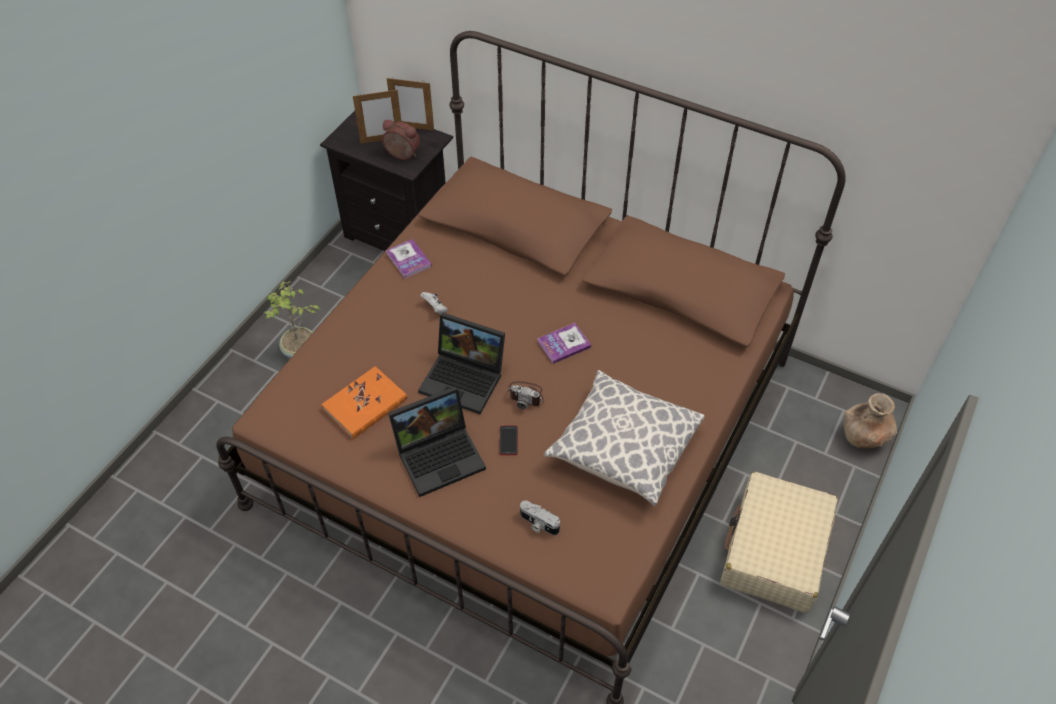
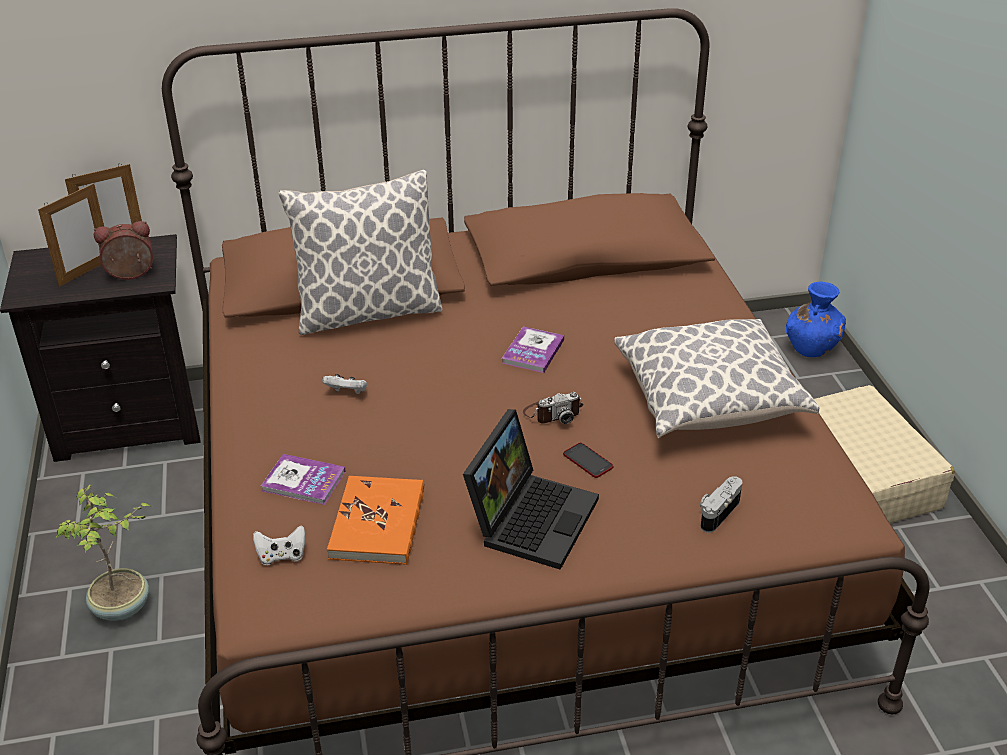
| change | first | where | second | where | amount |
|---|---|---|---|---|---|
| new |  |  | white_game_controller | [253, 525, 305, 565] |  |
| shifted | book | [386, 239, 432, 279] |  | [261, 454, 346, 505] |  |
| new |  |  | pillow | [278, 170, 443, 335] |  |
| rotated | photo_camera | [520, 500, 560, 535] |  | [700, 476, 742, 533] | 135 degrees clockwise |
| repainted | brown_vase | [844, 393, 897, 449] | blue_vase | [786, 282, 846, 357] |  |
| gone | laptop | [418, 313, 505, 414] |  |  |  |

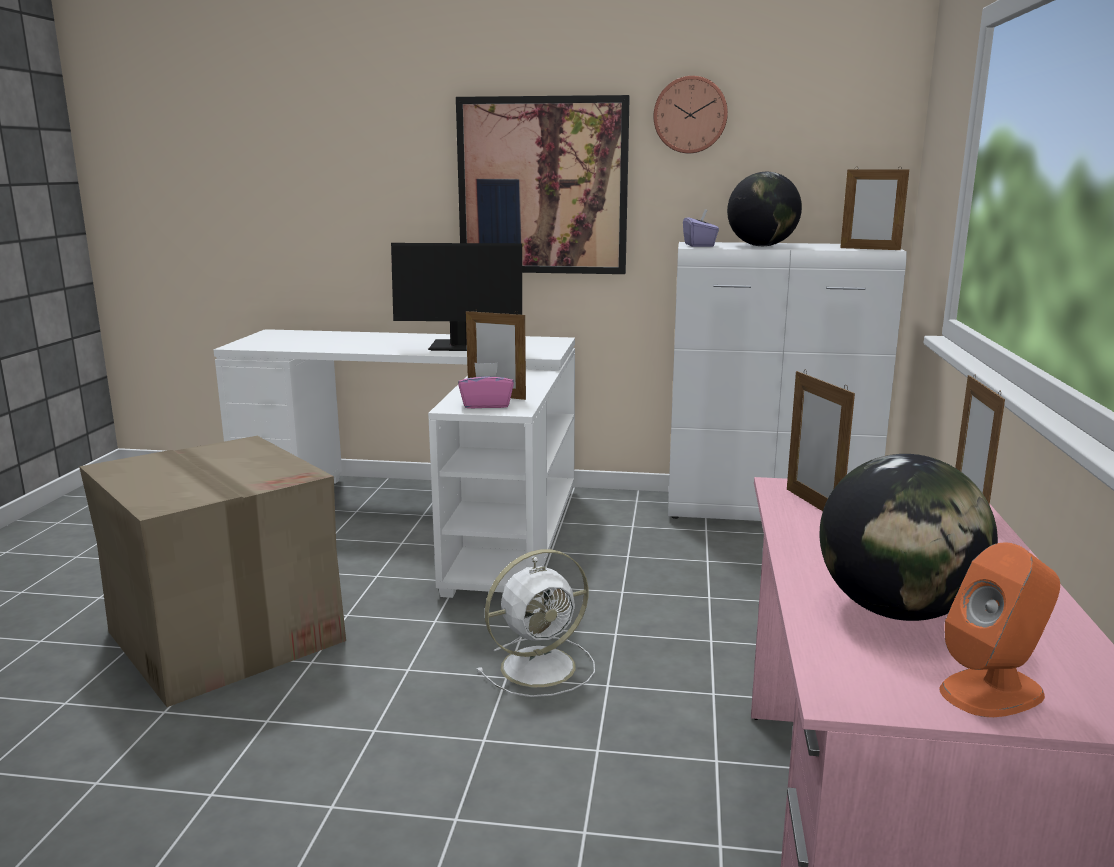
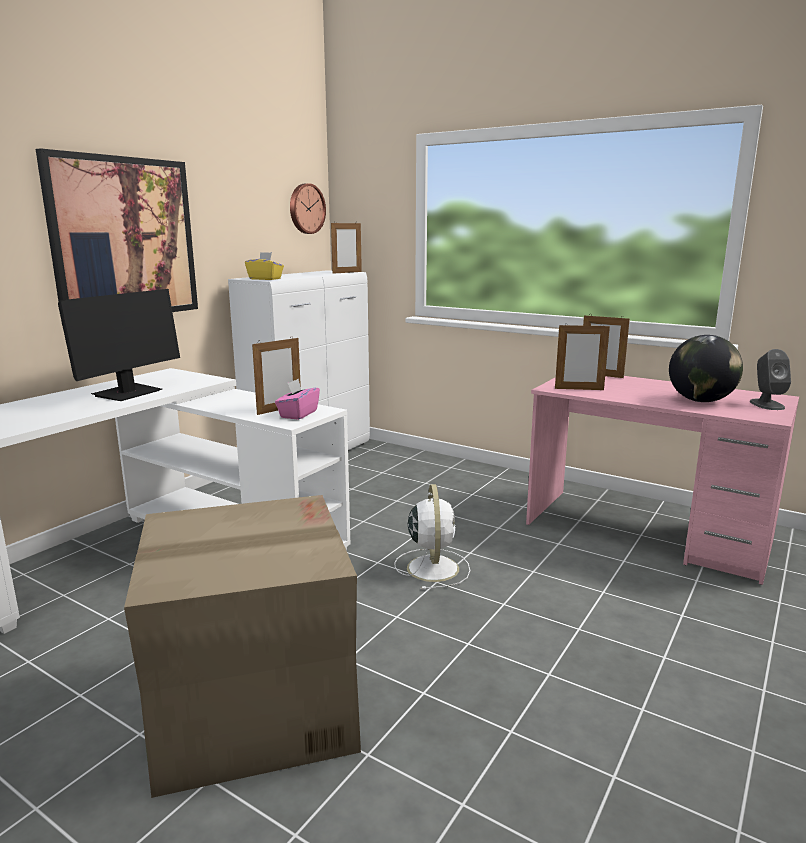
| change | first | where | second | where | amount |
|---|---|---|---|---|---|
| repainted | purple_tissue_box | [683, 210, 719, 247] | yellow_tissue_box | [245, 252, 284, 280] |  |
| shifted | wall_clock | [653, 76, 728, 153] |  | [290, 183, 326, 234] |  |
| repainted | orange_speaker | [939, 542, 1060, 717] | grey_speaker | [750, 349, 791, 410] |  |
| gone | globe | [727, 172, 802, 246] |  |  |  |

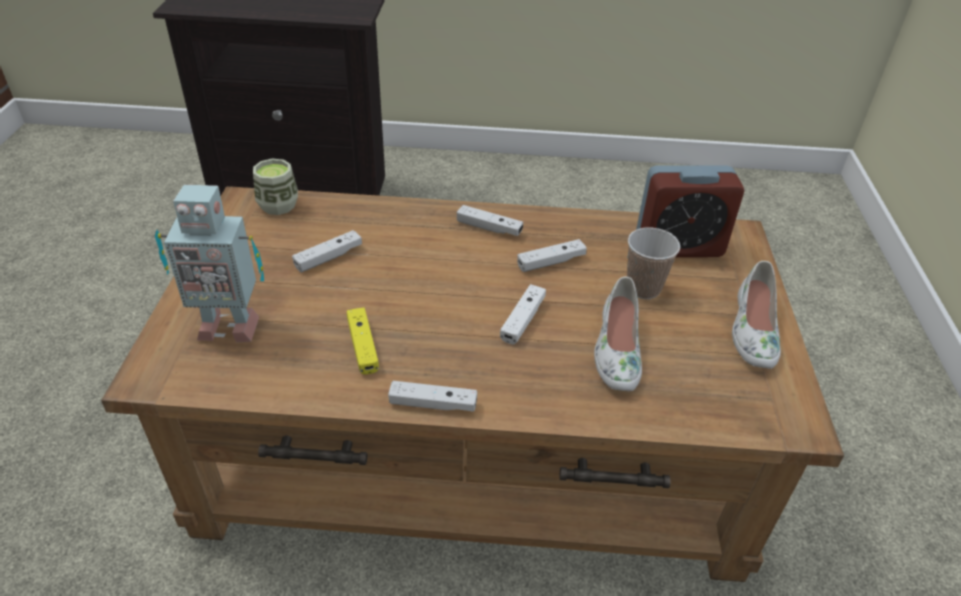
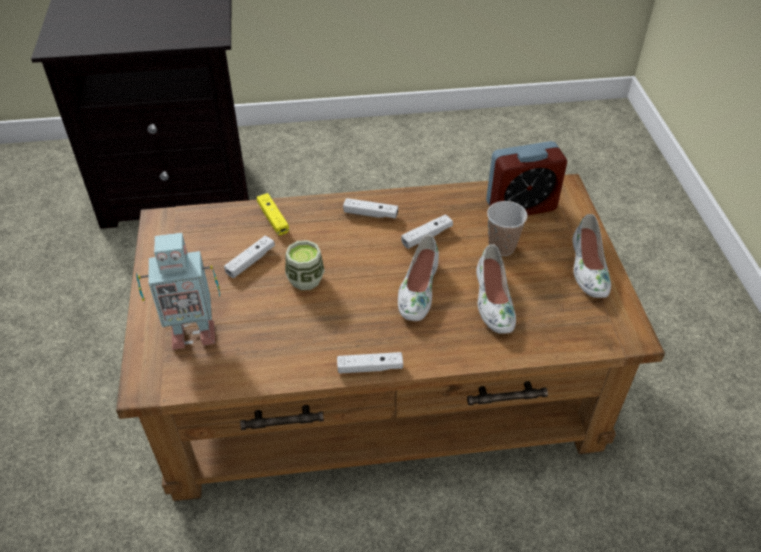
| change | first | where | second | where | amount |
|---|---|---|---|---|---|
| shifted | yellow_game_controller | [347, 308, 379, 374] |  | [257, 193, 289, 235] |  |
| shifted | cup | [253, 159, 298, 215] |  | [285, 240, 325, 290] |  |
| swapped | white_game_controller | [500, 284, 546, 344] | white_shoe | [398, 235, 439, 321] |  |

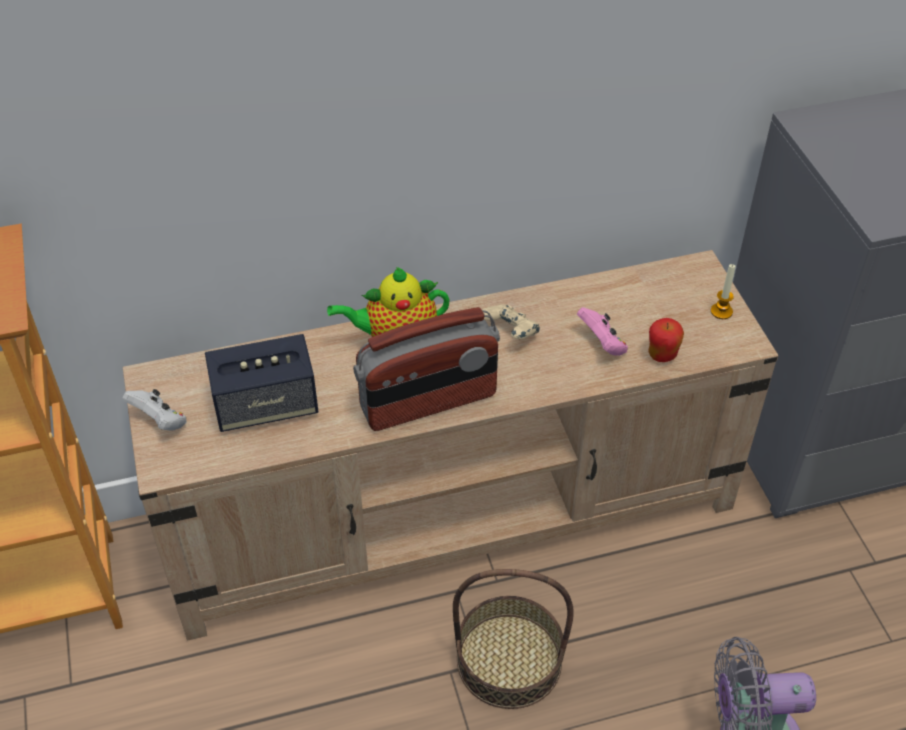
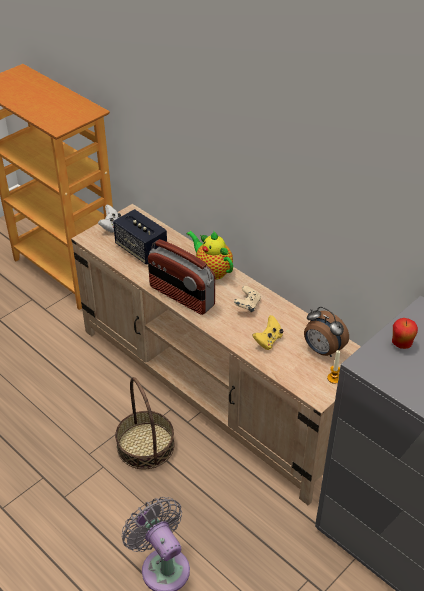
| change | first | where | second | where | amount |
|---|---|---|---|---|---|
| repainted | pink_game_controller | [577, 307, 628, 356] | yellow_game_controller | [253, 315, 283, 350] |  |
| new |  |  | alarm_clock | [304, 307, 349, 357] |  |
| shifted | apple | [648, 318, 684, 362] |  | [392, 318, 418, 349] |  |

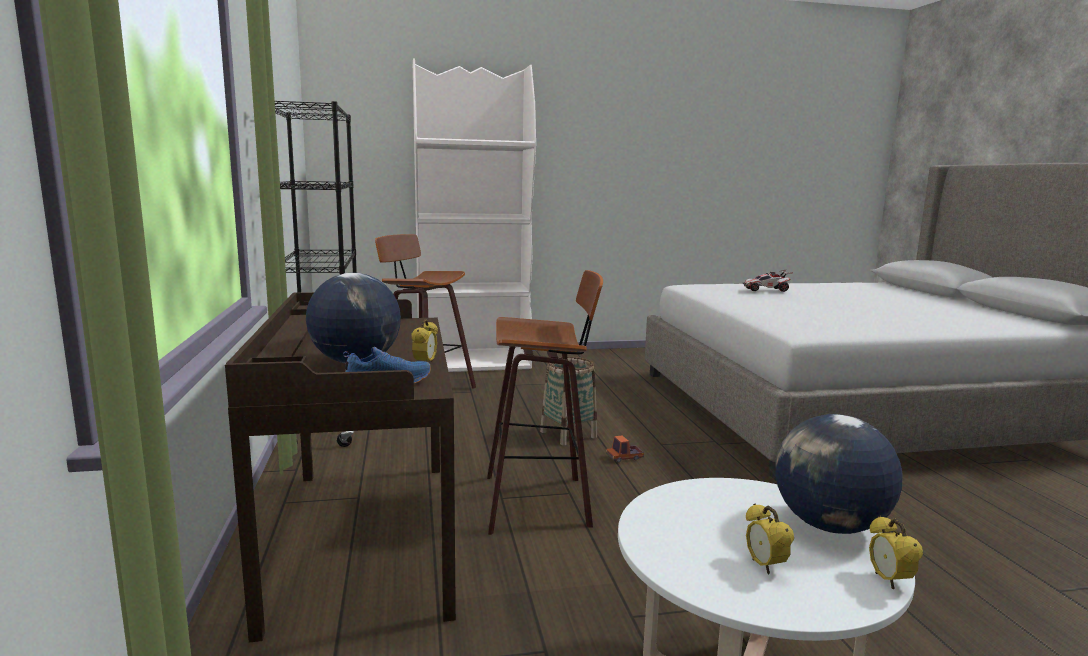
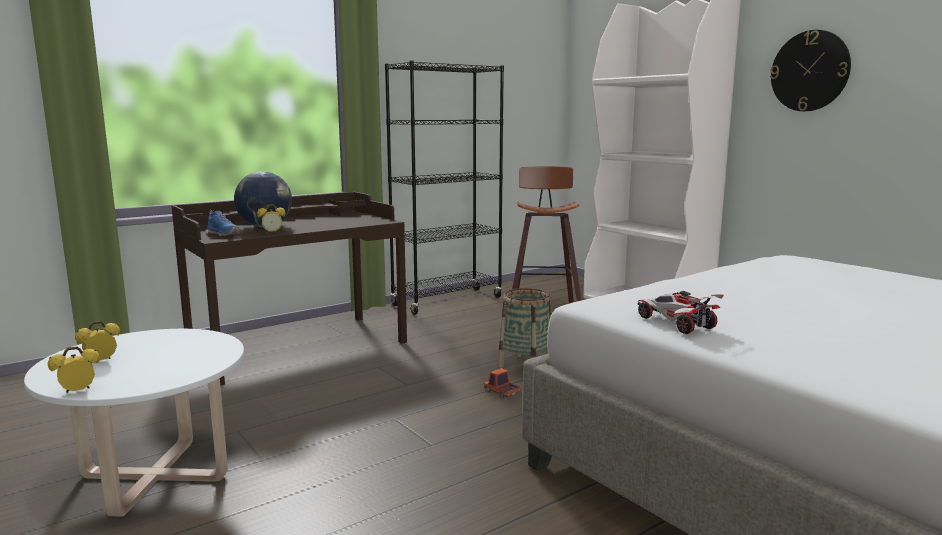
| change | first | where | second | where | amount |
|---|---|---|---|---|---|
| shifted | toy_car | [743, 269, 793, 292] |  | [638, 291, 724, 334] |  |
| new |  |  | wall_clock | [770, 30, 851, 111] |  |
| gone | stool | [487, 270, 603, 535] |  |  |  |
| gone | globe | [775, 414, 903, 534] |  |  |  |

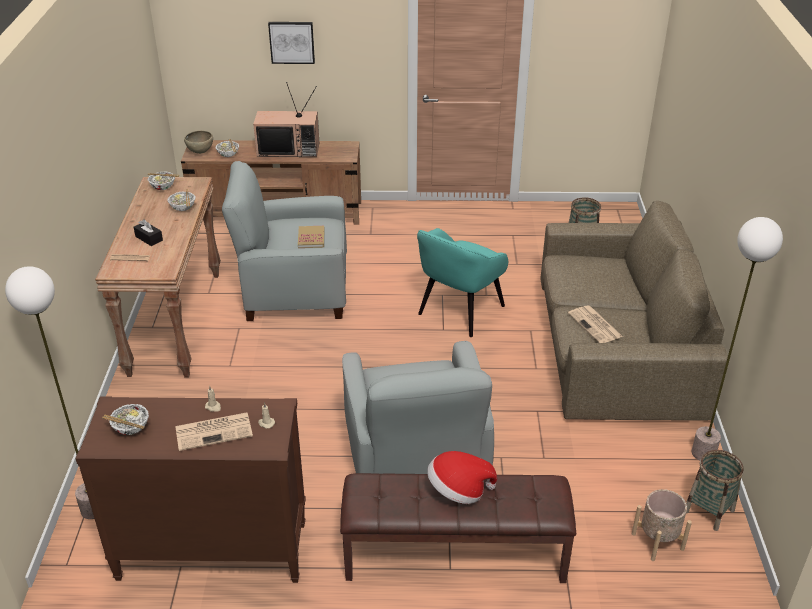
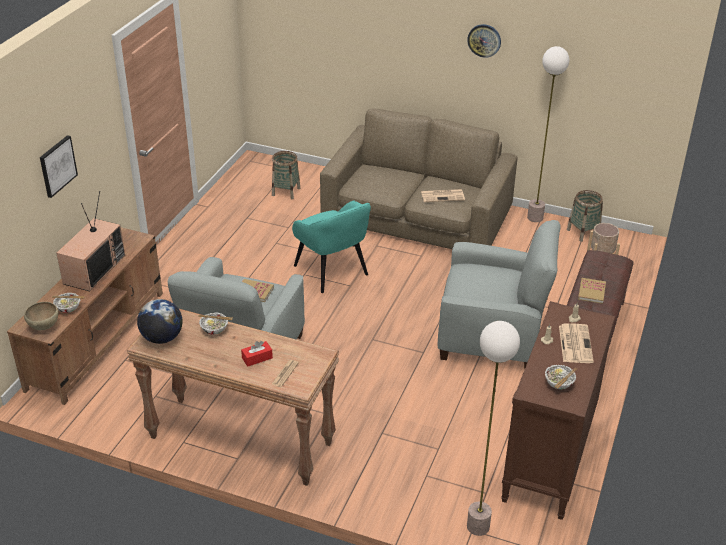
| change | first | where | second | where | amount |
|---|---|---|---|---|---|
| swapped | bowl | [147, 171, 180, 190] | globe | [137, 299, 183, 344] |  |
| repainted | black_tissue_box | [134, 219, 163, 246] | red_tissue_box | [241, 341, 273, 367] |  |
| new |  |  | wall_clock | [467, 24, 501, 58] |  |
| swapped | hat | [427, 451, 497, 504] | book | [578, 278, 606, 304] |  |

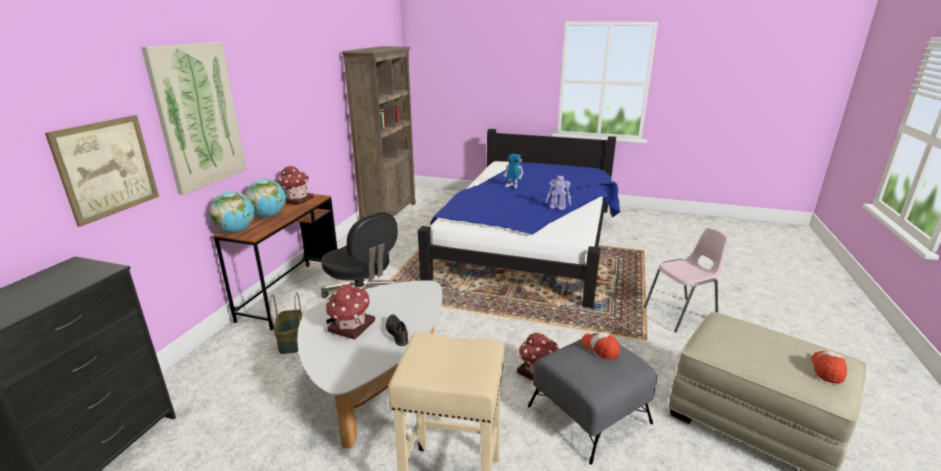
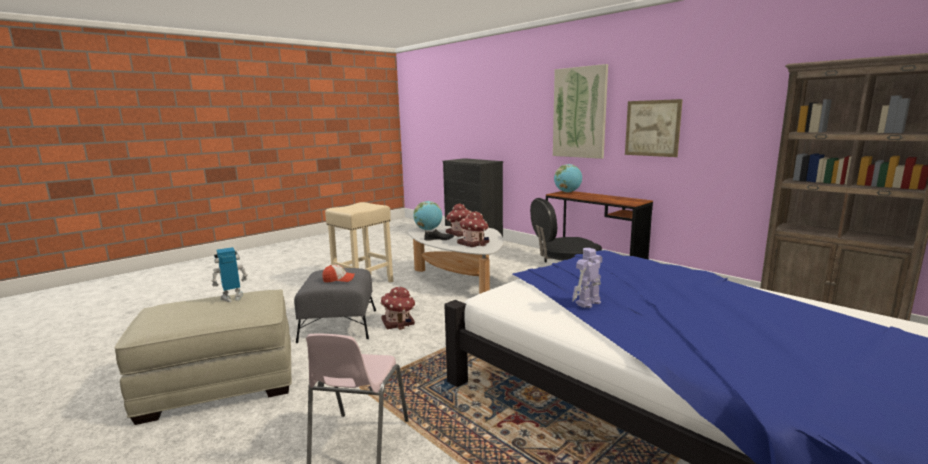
| change | first | where | second | where | amount |
|---|---|---|---|---|---|
| shifted | toy_robot | [503, 154, 523, 189] |  | [211, 247, 248, 302] |  |
| shifted | globe | [245, 179, 286, 217] |  | [413, 201, 442, 230] |  |
| shifted | toy_house | [277, 166, 313, 205] |  | [457, 211, 489, 247] |  |
| shifted | picture | [45, 115, 159, 227] |  | [625, 99, 683, 157] |  |
| gone | basket | [269, 292, 302, 354] |  |  |  |
| gone | cap | [811, 351, 847, 384] |  |  |  |

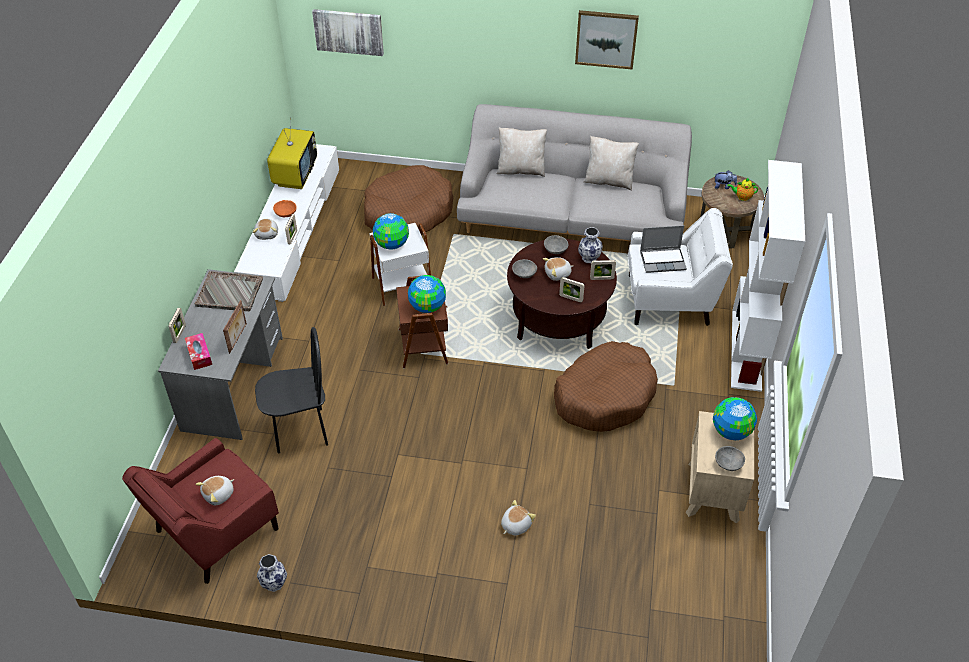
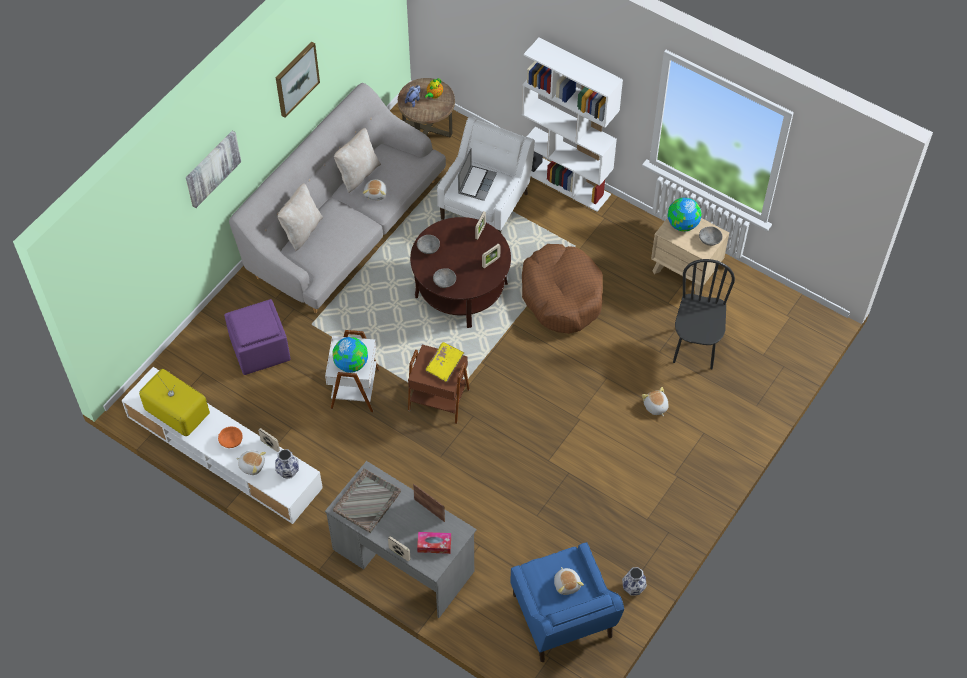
| change | first | where | second | where | amount |
|---|---|---|---|---|---|
| shifted | picture | [312, 9, 384, 56] |  | [186, 131, 241, 208] |  |
| swapped | brown_dog_bed | [364, 165, 453, 232] | purple_ottoman | [224, 299, 291, 375] |  |
| shifted | vase | [578, 227, 603, 263] |  | [275, 449, 299, 479] |  |
| shifted | plush_toy | [543, 257, 573, 281] |  | [363, 179, 387, 200] |  |
| swapped | globe | [408, 275, 446, 313] | yellow_book | [425, 342, 464, 382] |  |
| repainted | red_armchair | [122, 438, 279, 584] | blue_armchair | [510, 542, 624, 662] |  |
| shifted | black_chair | [255, 327, 328, 454] |  | [673, 259, 735, 370] |  |

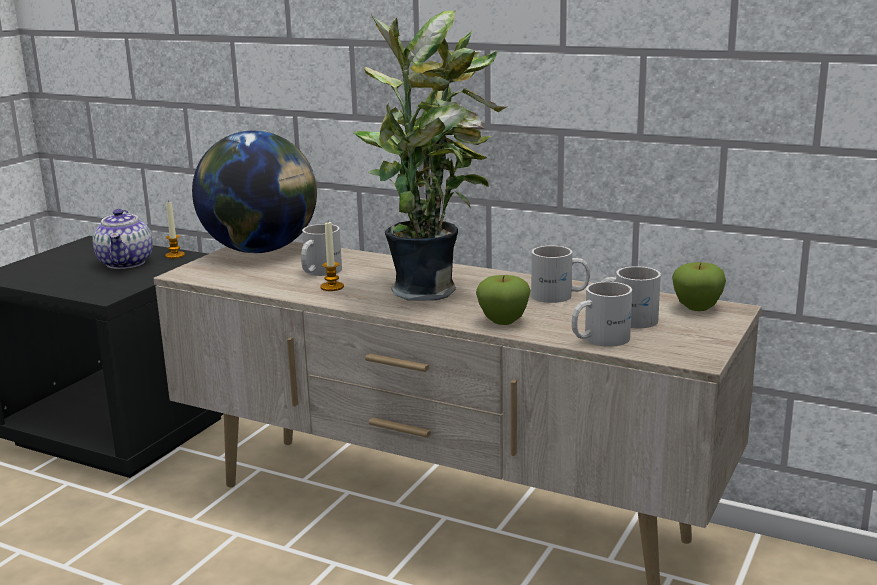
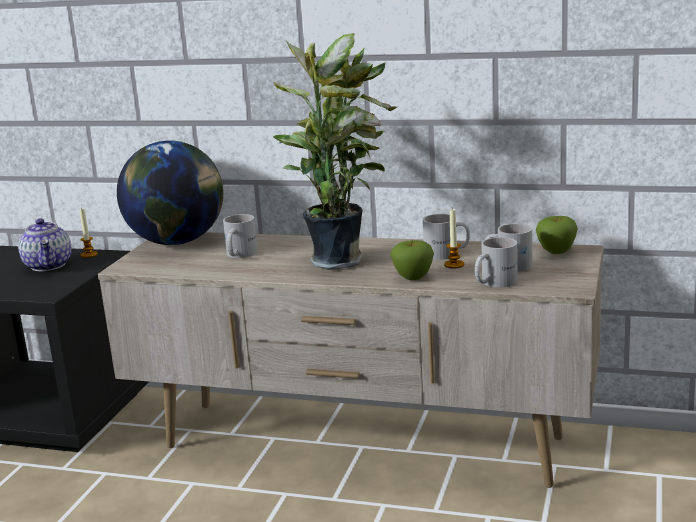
| change | first | where | second | where | amount |
|---|---|---|---|---|---|
| shifted | candle | [320, 222, 344, 291] |  | [444, 208, 464, 269] |  |

